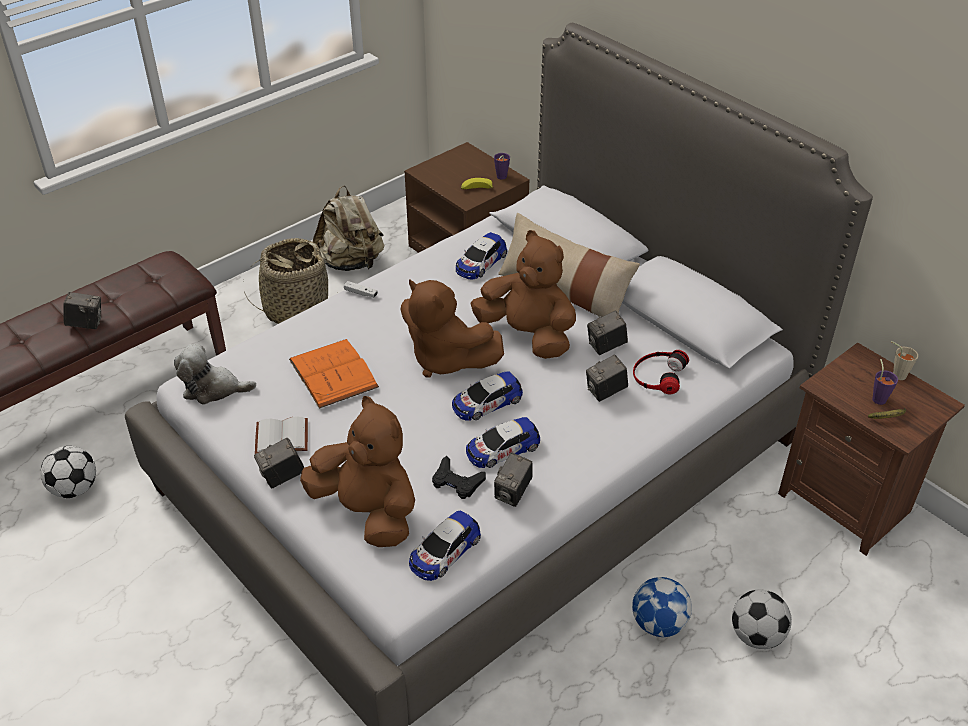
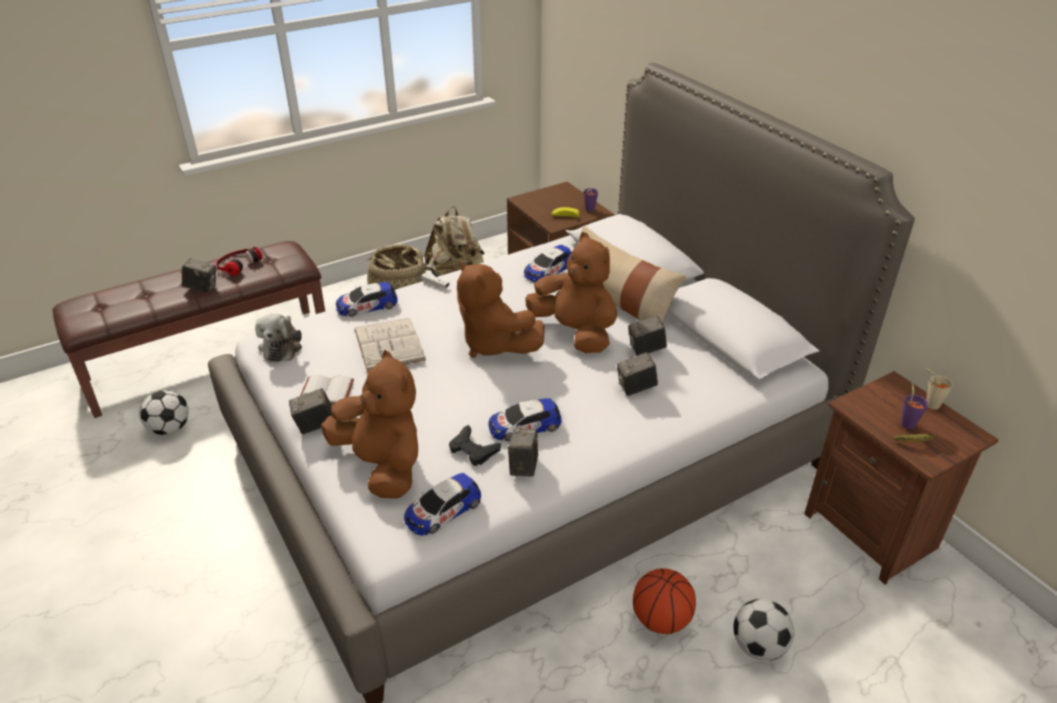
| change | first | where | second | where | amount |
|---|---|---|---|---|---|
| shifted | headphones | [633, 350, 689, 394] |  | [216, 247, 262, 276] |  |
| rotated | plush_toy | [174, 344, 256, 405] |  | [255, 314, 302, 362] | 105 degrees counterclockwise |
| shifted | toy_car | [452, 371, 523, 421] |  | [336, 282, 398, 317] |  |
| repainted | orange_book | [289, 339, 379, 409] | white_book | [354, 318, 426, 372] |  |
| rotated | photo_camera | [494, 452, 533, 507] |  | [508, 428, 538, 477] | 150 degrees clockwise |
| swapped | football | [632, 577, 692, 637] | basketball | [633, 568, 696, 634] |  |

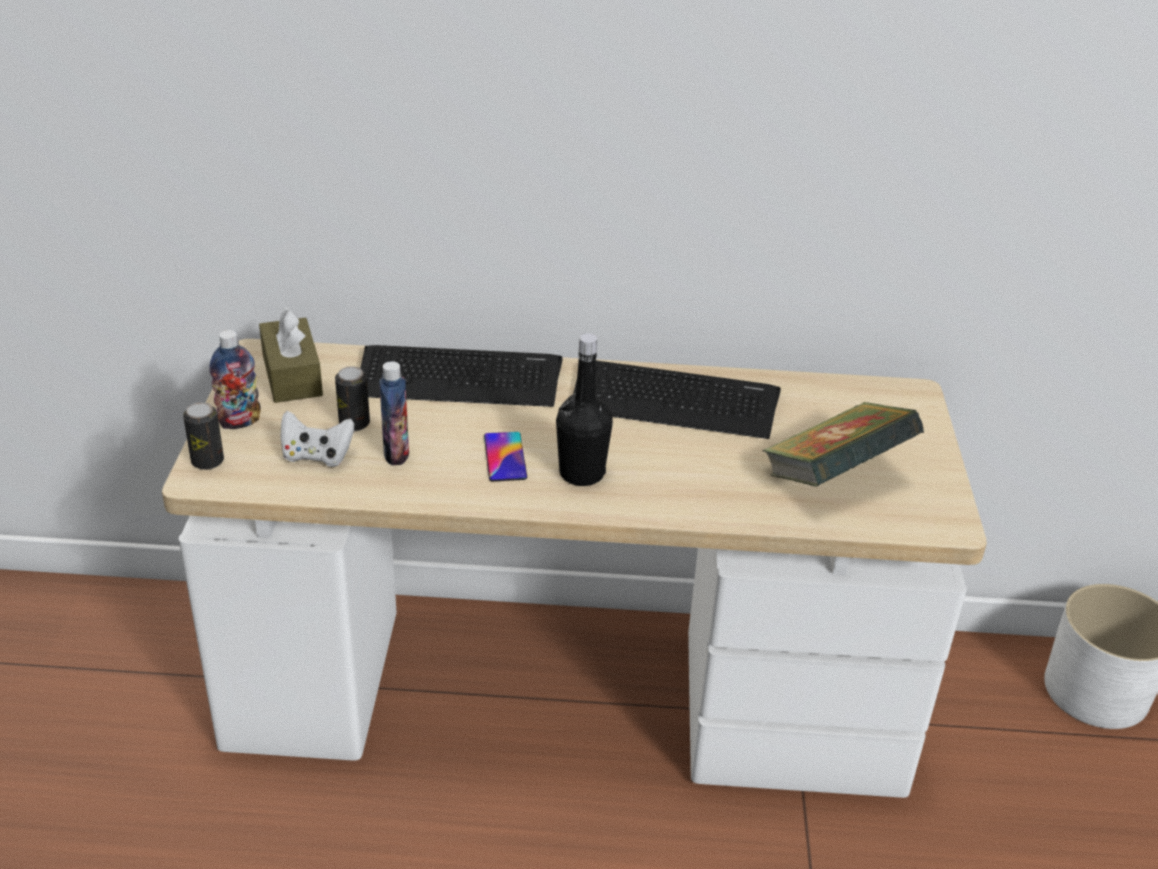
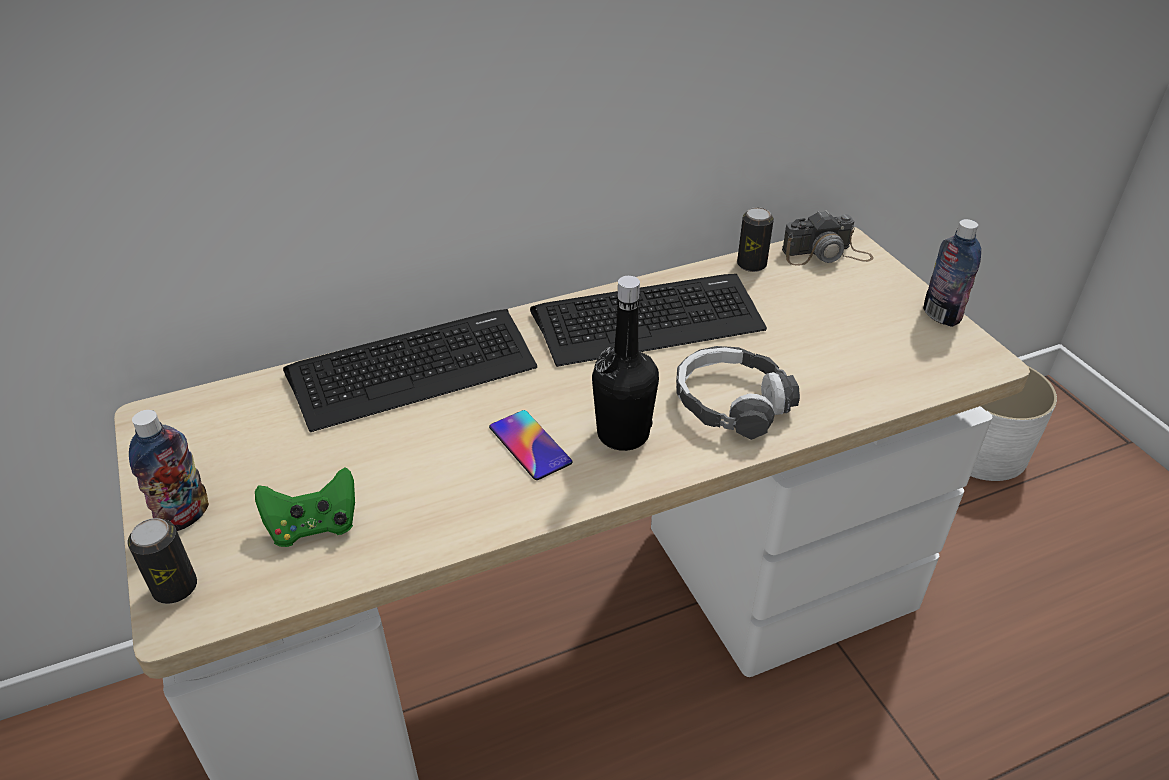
| change | first | where | second | where | amount |
|---|---|---|---|---|---|
| repainted | white_game_controller | [280, 411, 354, 467] | green_game_controller | [255, 467, 355, 547] |  |
| new |  |  | headphones | [676, 346, 800, 440] |  |
| shifted | can | [335, 366, 370, 431] |  | [737, 207, 774, 272] |  |
| new |  |  | photo_camera | [782, 210, 874, 266] |  |
| shifted | bottle | [379, 361, 409, 465] |  | [923, 219, 981, 327] |  |
| gone | brown_tissue_box | [259, 307, 323, 403] |  |  |  |
| gone | book | [762, 402, 924, 487] |  |  |  |

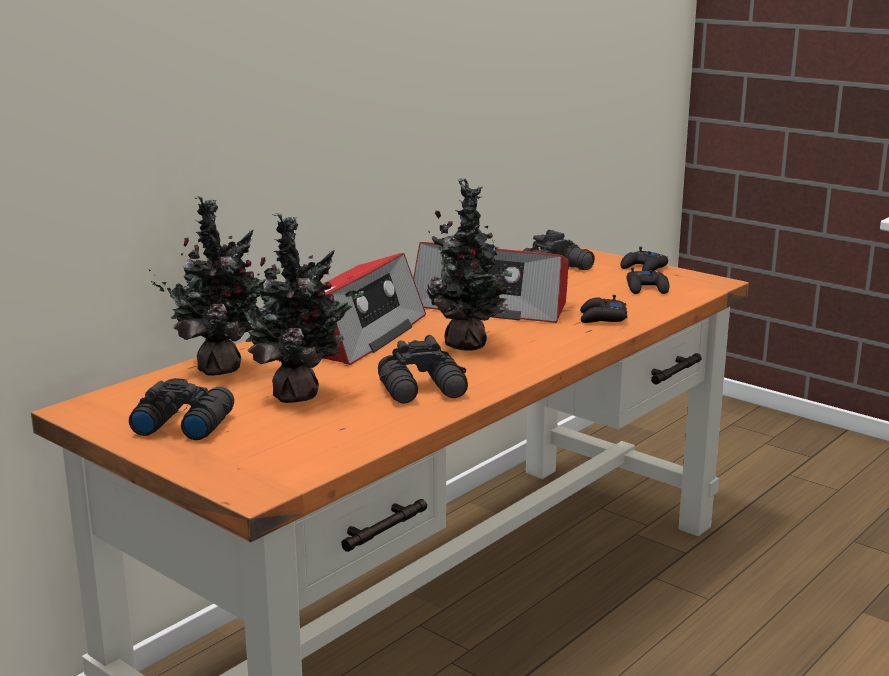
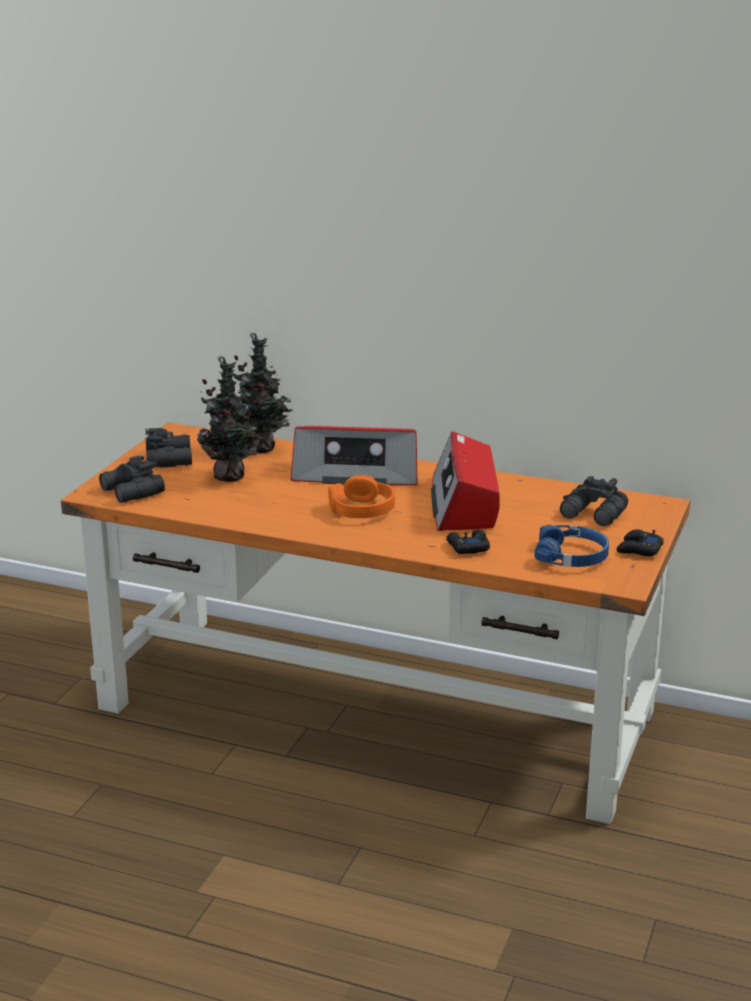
| change | first | where | second | where | amount |
|---|---|---|---|---|---|
| shifted | black_binoculars | [378, 335, 468, 404] |  | [99, 456, 165, 503] |  |
| swapped | potted_plant | [427, 178, 514, 351] | orange_headphones | [328, 475, 395, 518] |  |
| swapped | black_game_controller | [627, 268, 669, 294] | blue_headphones | [535, 525, 609, 567] |  |

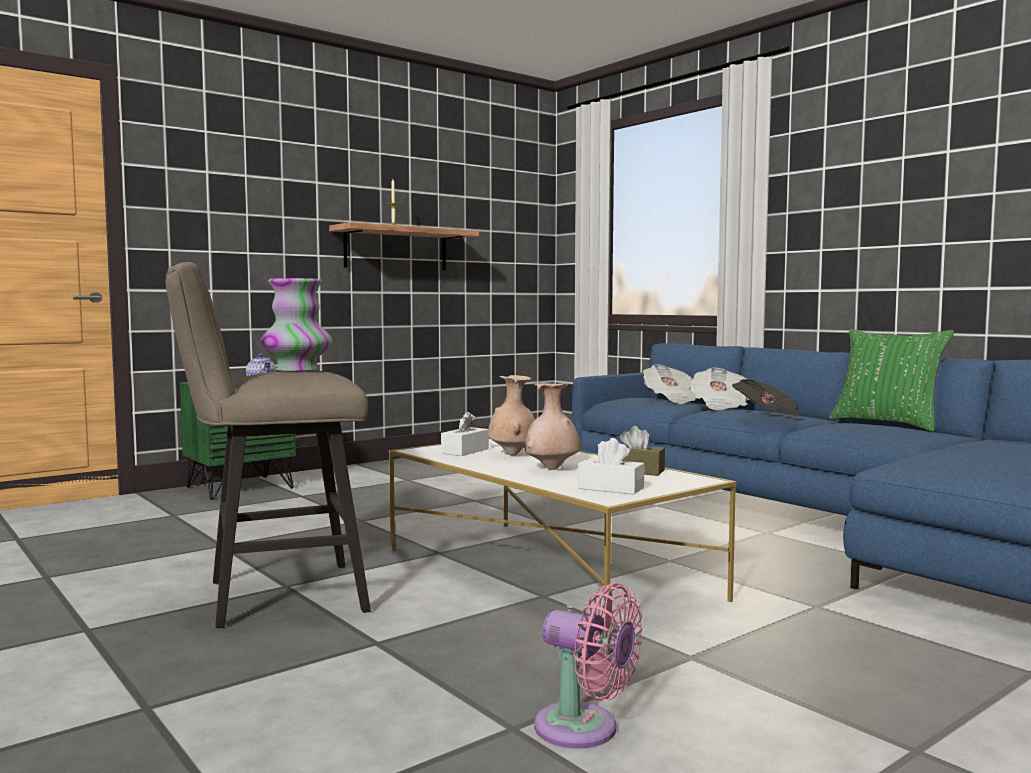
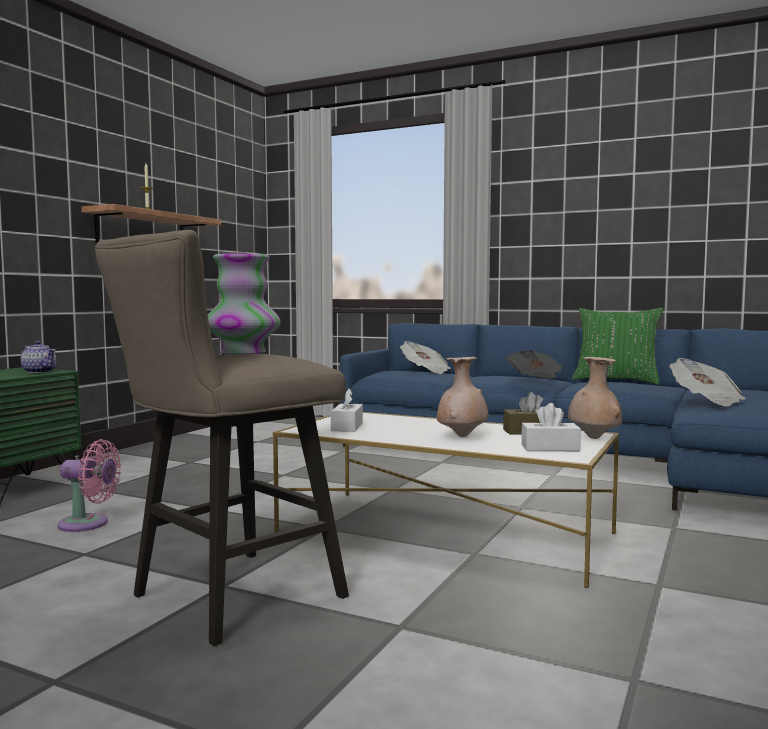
| change | first | where | second | where | amount |
|---|---|---|---|---|---|
| shifted | pink_fan | [534, 583, 642, 749] |  | [57, 439, 121, 532] |  |
| shifted | beige_vase | [488, 375, 535, 456] |  | [568, 357, 622, 439] |  |
| shifted | newspaper | [689, 368, 749, 410] |  | [670, 358, 746, 406] |  |

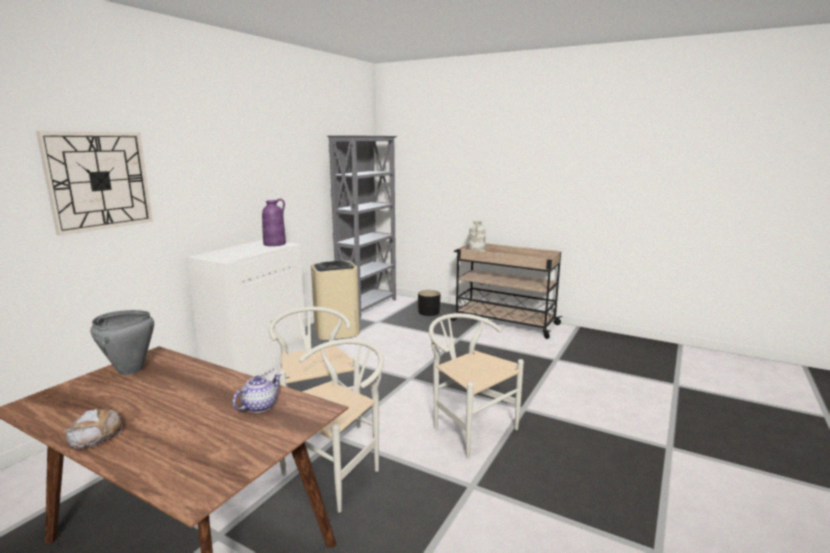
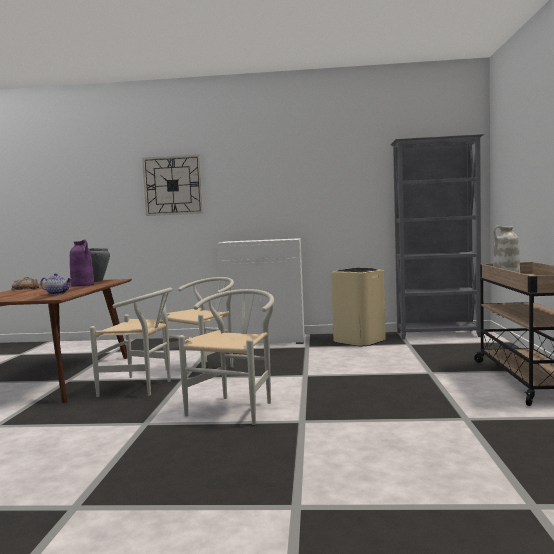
| change | first | where | second | where | amount |
|---|---|---|---|---|---|
| shifted | purple_vase | [262, 198, 286, 246] |  | [70, 239, 94, 287] |  |
| gone | black_planter | [418, 290, 441, 316] |  |  |  |

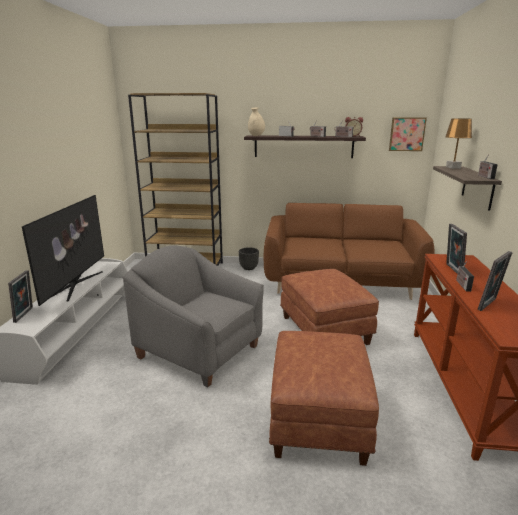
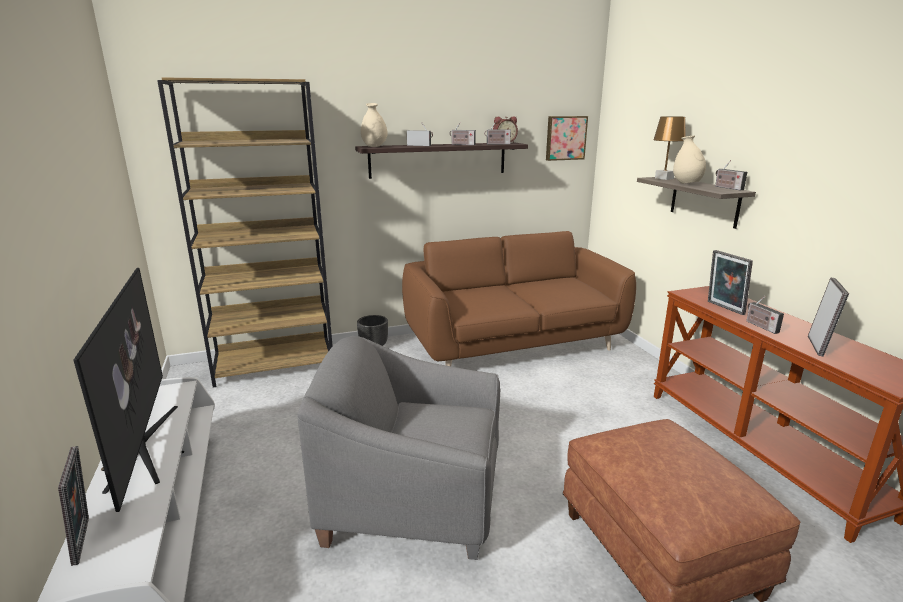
| change | first | where | second | where | amount |
|---|---|---|---|---|---|
| new |  |  | beige_vase | [673, 136, 706, 184] |  |
| gone | brown_ottoman | [280, 269, 379, 345] |  |  |  |

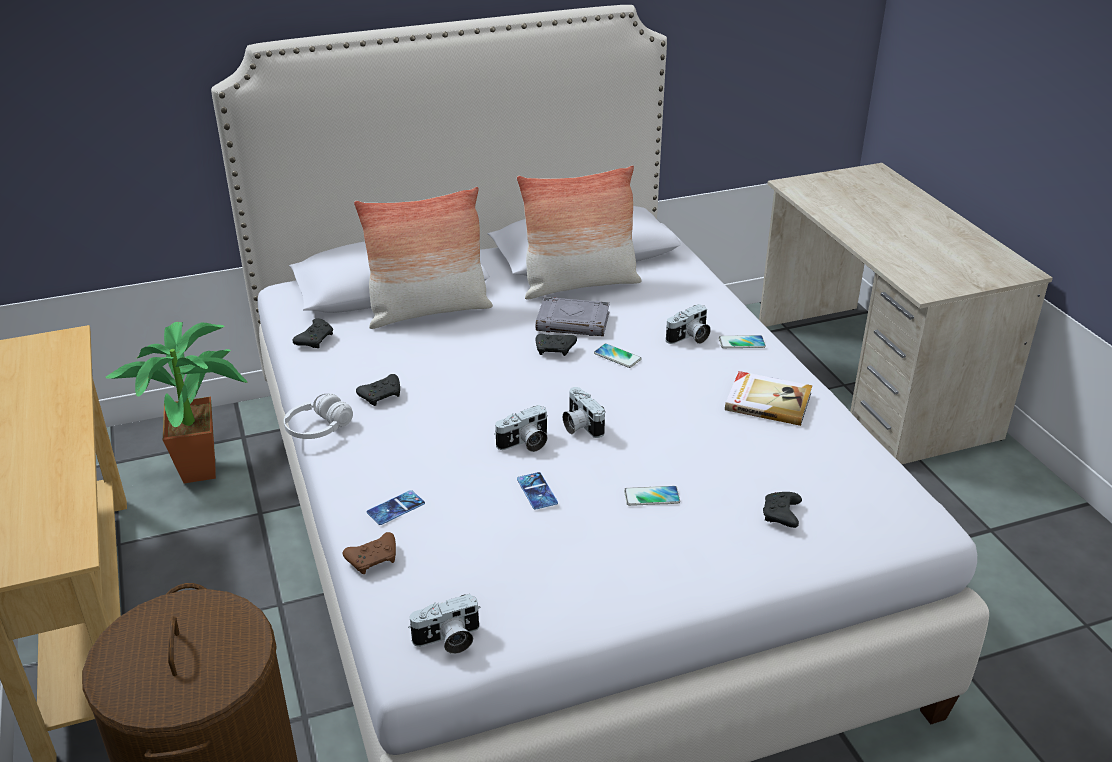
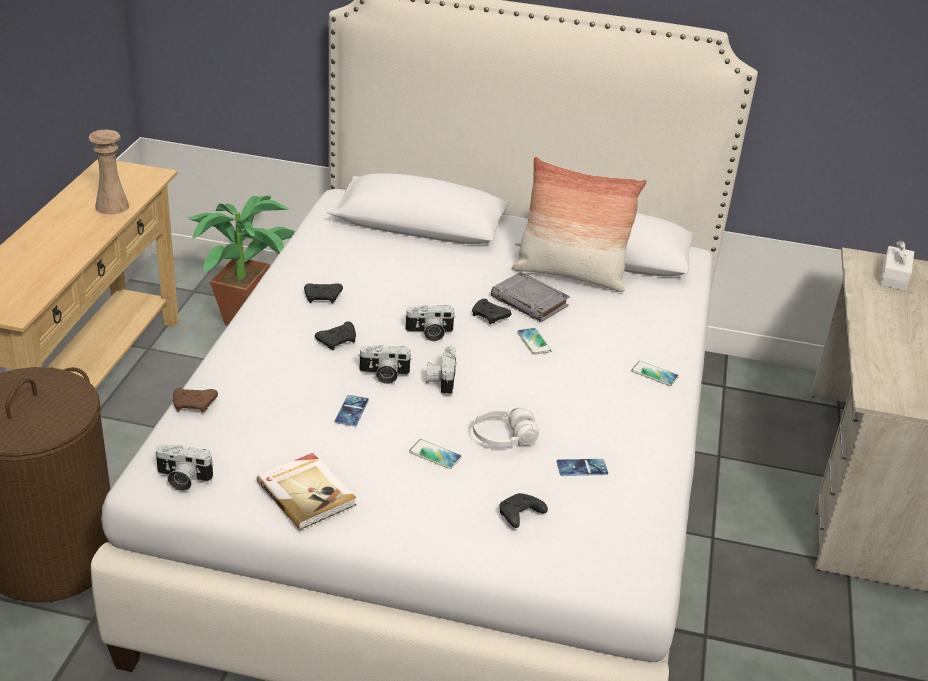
| change | first | where | second | where | amount |
|---|---|---|---|---|---|
| new |  |  | beige_vase | [89, 130, 129, 215] |  |
| shifted | book | [725, 371, 812, 426] |  | [256, 453, 356, 530] |  |
| shifted | black_game_controller | [293, 318, 333, 348] |  | [315, 322, 356, 350] |  |
| shifted | photo_camera | [666, 304, 711, 344] |  | [404, 305, 456, 341] |  |
| shifted | white_headphones | [284, 393, 353, 439] |  | [473, 408, 539, 447] |  |
| shifted | phone | [367, 490, 425, 525] |  | [556, 459, 608, 476] |  |
| new |  |  | white_tissue_box | [880, 240, 914, 291] |  |
| gone | pillow | [354, 187, 493, 329] |  |  |  |

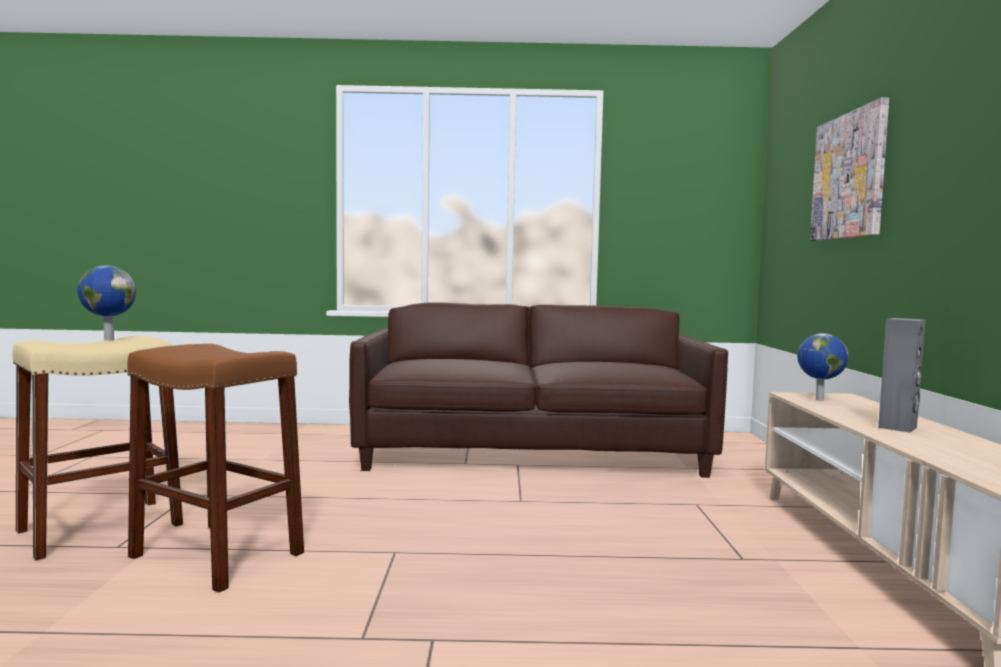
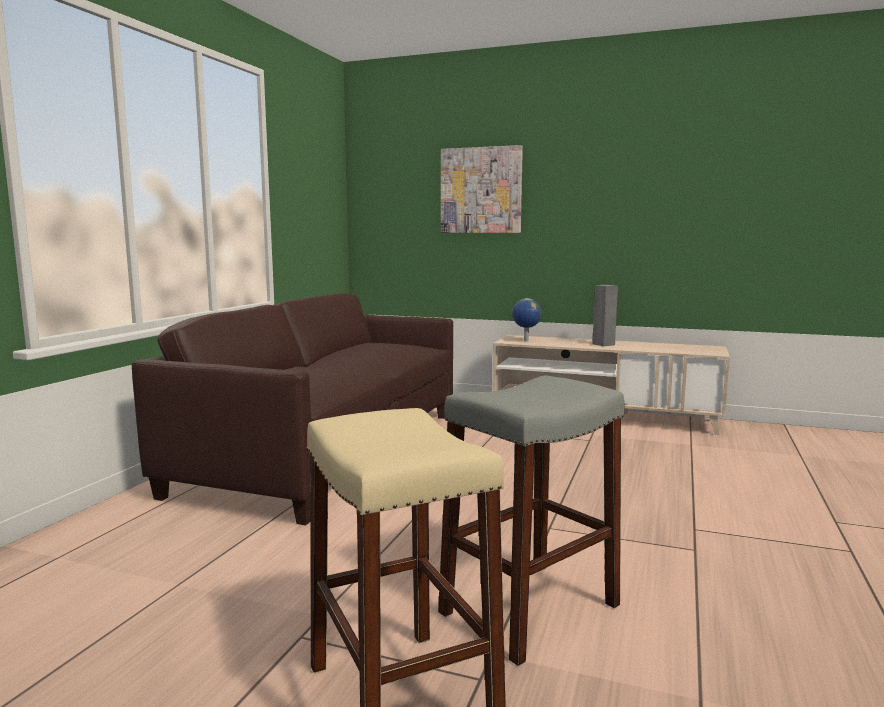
| change | first | where | second | where | amount |
|---|---|---|---|---|---|
| repainted | brown_stool | [127, 344, 304, 593] | grey_stool | [438, 376, 625, 666] |  |
| gone | globe | [77, 265, 136, 340] |  |  |  |

